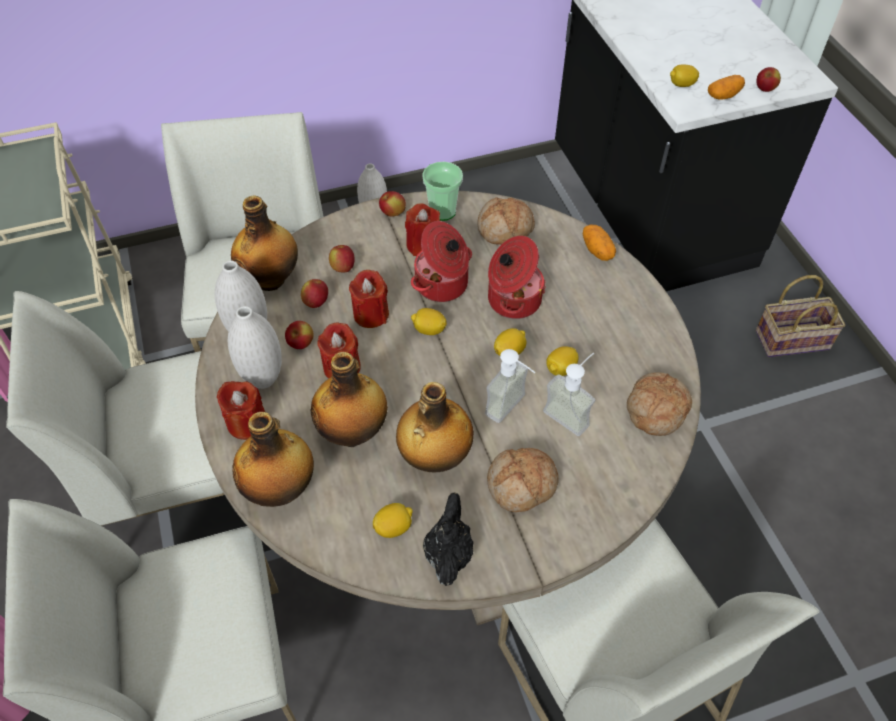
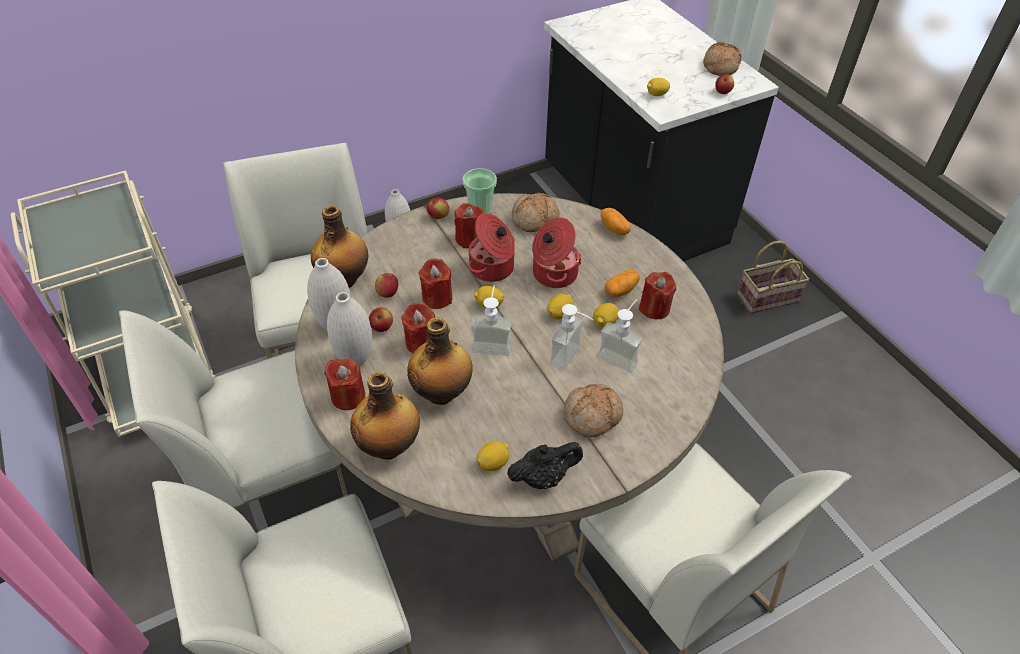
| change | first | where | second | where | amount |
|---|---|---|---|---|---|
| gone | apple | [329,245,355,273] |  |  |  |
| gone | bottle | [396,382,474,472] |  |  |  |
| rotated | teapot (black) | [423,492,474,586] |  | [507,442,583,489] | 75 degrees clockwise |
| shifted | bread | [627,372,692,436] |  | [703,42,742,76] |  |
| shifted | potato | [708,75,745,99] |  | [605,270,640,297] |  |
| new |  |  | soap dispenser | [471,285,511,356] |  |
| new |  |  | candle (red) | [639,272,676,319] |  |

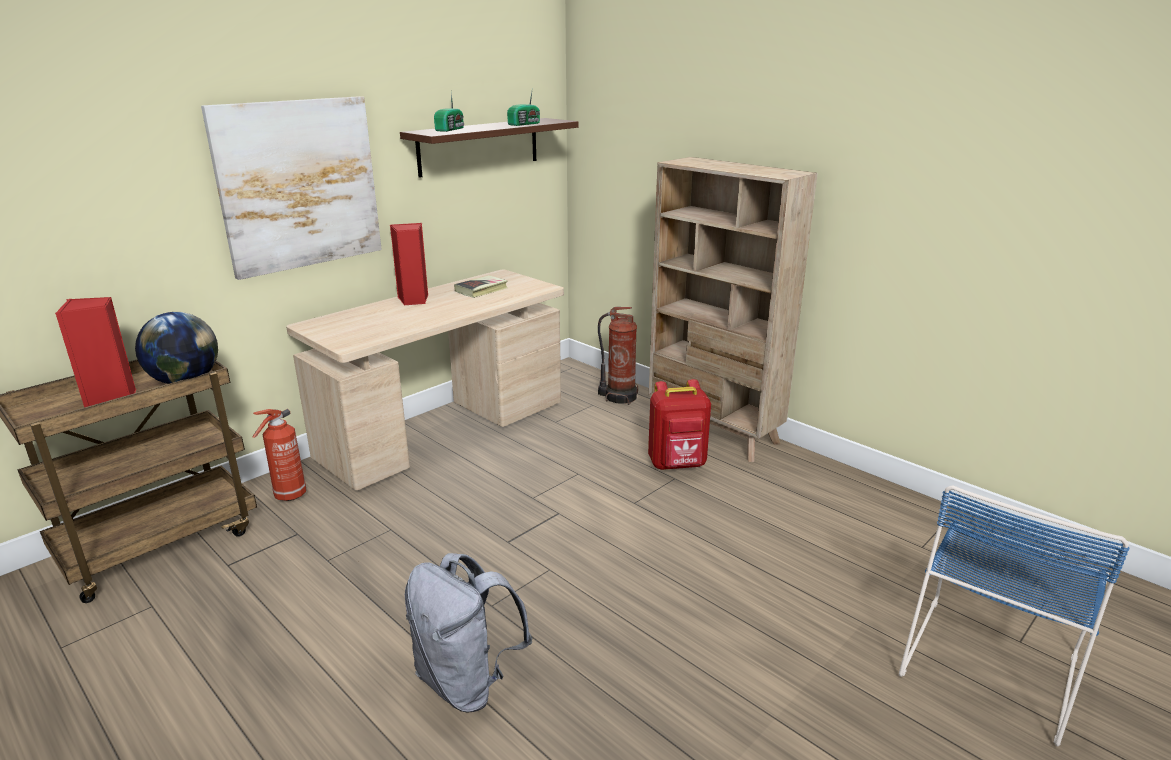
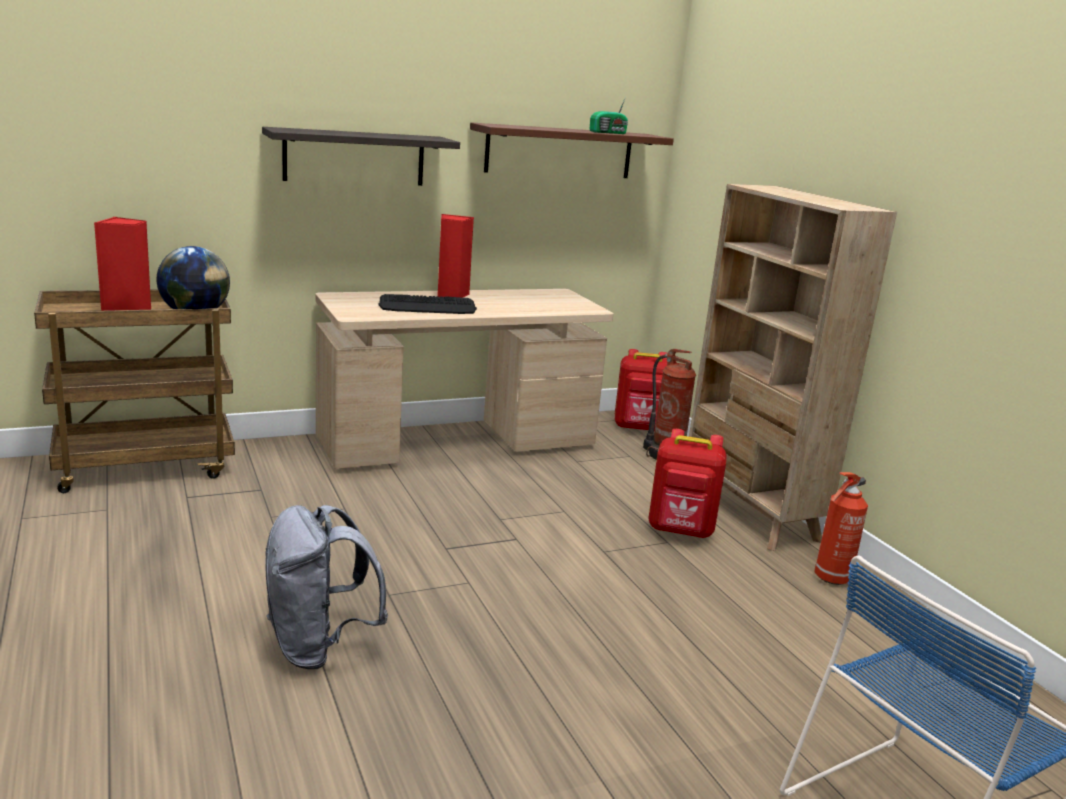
| change | first | where | second | where | amount |
|---|---|---|---|---|---|
| swapped | picture | [201,96,382,280] | shelf | [262,127,460,186] |  |
| shifted | fire extinguisher | [253,409,306,501] |  | [814,472,868,585] |  |
| gone | radio | [434,91,464,132] |  |  |  |
| gone | book | [454,275,508,298] |  |  |  |
| new |  |  | keyboard | [378,294,477,314] |  |
| new |  |  | backpack (red) | [615,349,667,431] |  |

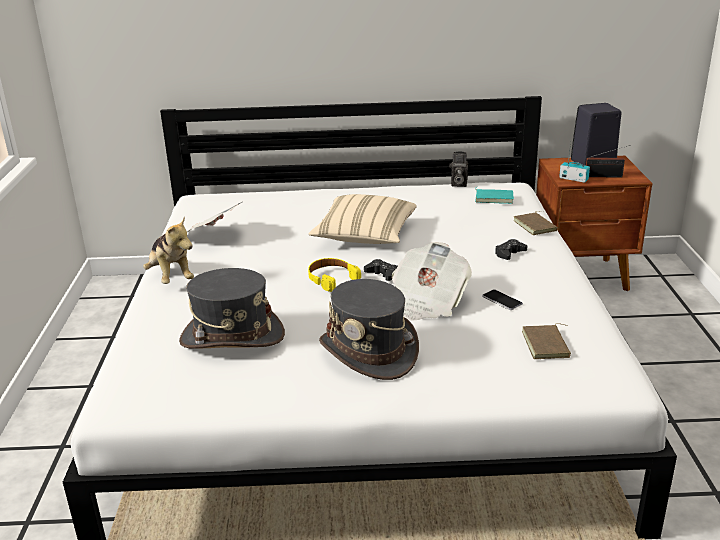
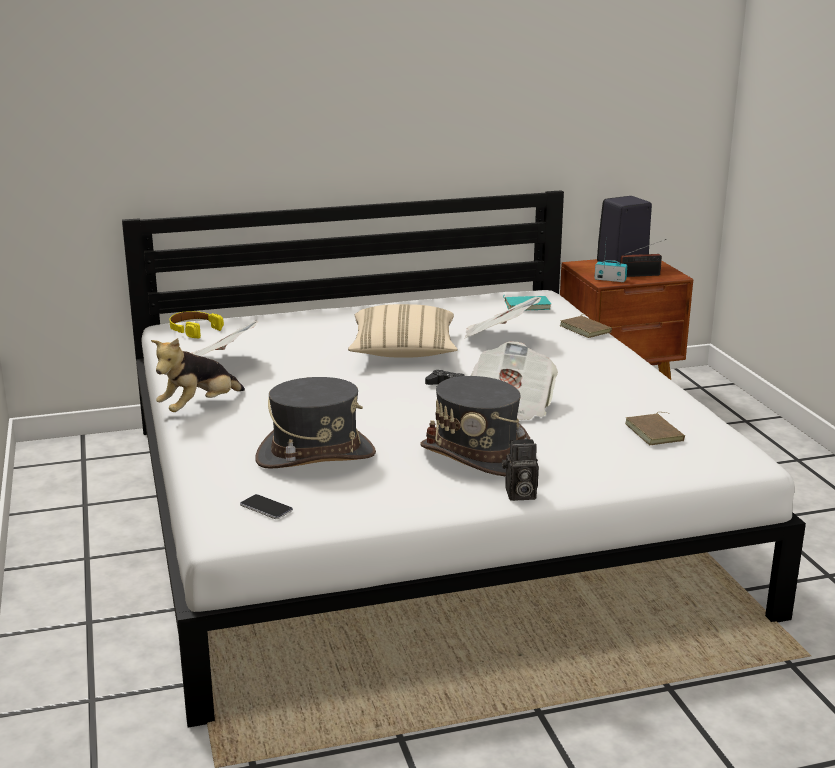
| change | first | where | second | where | amount |
|---|---|---|---|---|---|
| rotated | plush toy | [143,216,194,284] |  | [151,338,245,412] | 90 degrees clockwise |
| shifted | headphones (yellow) | [308,258,361,292] |  | [169,311,224,338] |  |
| shifted | photo camera | [449,151,468,187] |  | [502,439,539,501] |  |
| shifted | phone | [482,290,523,310] |  | [240,494,293,519] |  |
| gone | game controller (black) | [495,239,527,260] |  |  |  |
| new |  |  | newspaper | [465,296,541,338] |  |

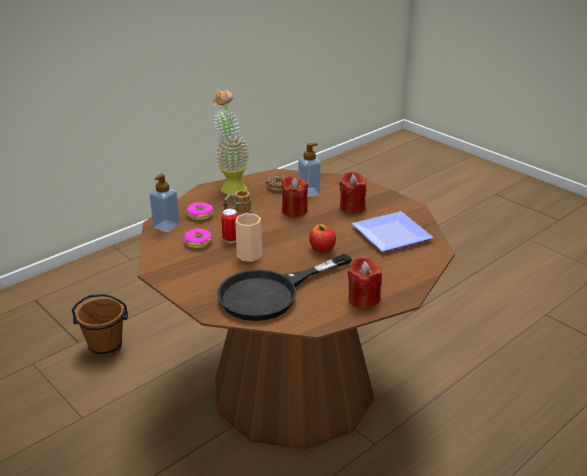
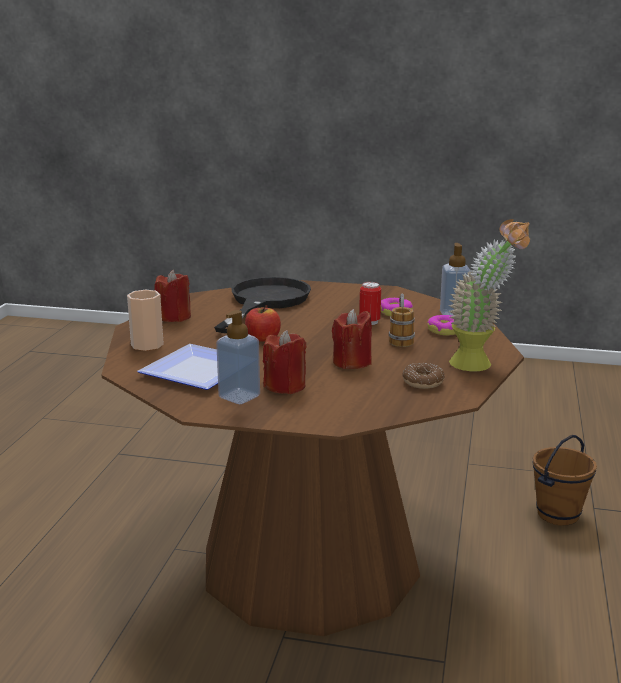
| change | first | where | second | where | amount |
|---|---|---|---|---|---|
| shifted | cup | [235,213,262,262] |  | [127,290,164,351] |  |
| shifted | soap dispenser | [298,143,321,197] |  | [216,310,260,404] |  |

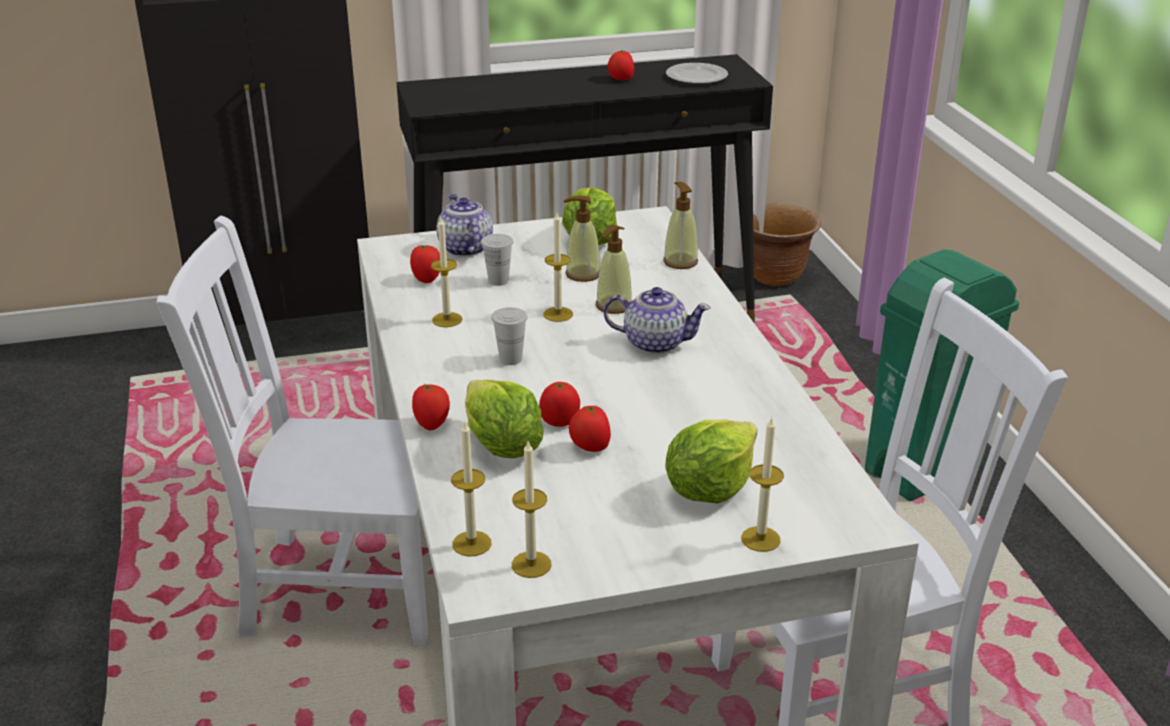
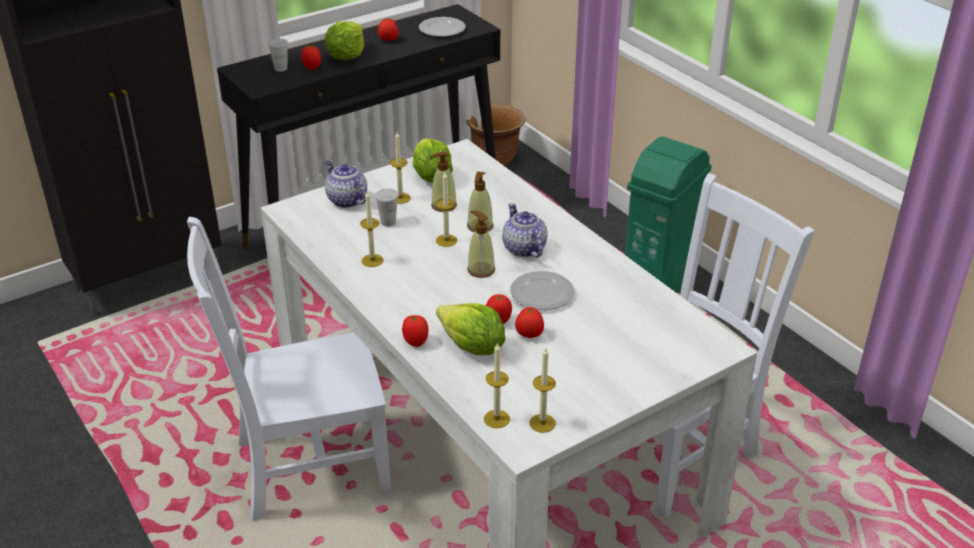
| change | first | where | second | where | amount |
|---|---|---|---|---|---|
| shifted | tomato | [410,245,440,283] |  | [301,45,321,70] |  |
| shifted | cup (white) | [491,307,528,365] |  | [268,39,288,72] |  |
| rotated | teapot | [604,287,711,354] |  | [502,203,547,258] | 105 degrees counterclockwise |
| shifted | soap dispenser | [663,182,698,269] |  | [467,210,495,278] |  |
| shifted | lettuce | [665,419,757,504] |  | [324,22,364,60] |  |
| shifted | candle | [741,416,784,552] |  | [390,132,411,204] |  |
| new |  |  | plate | [510,271,574,310] |  |

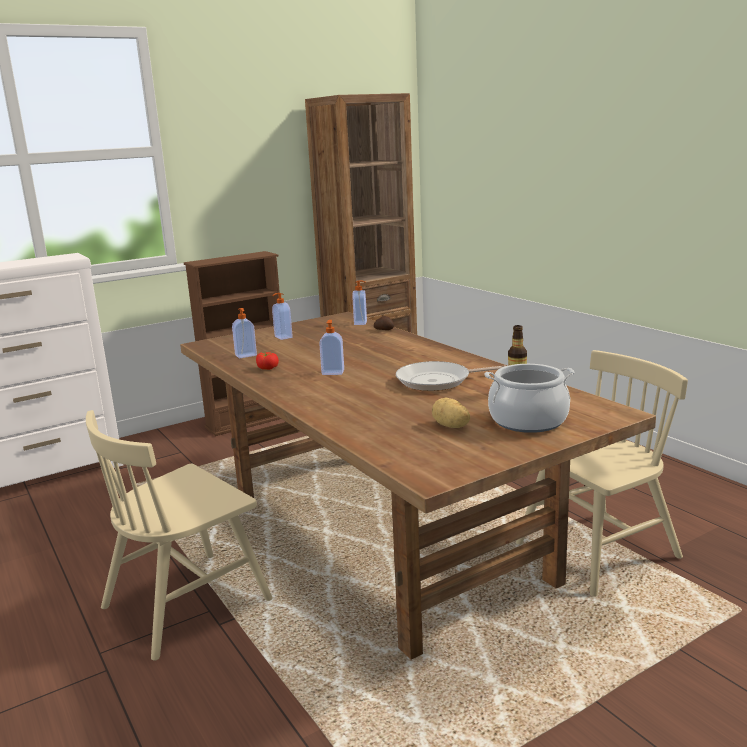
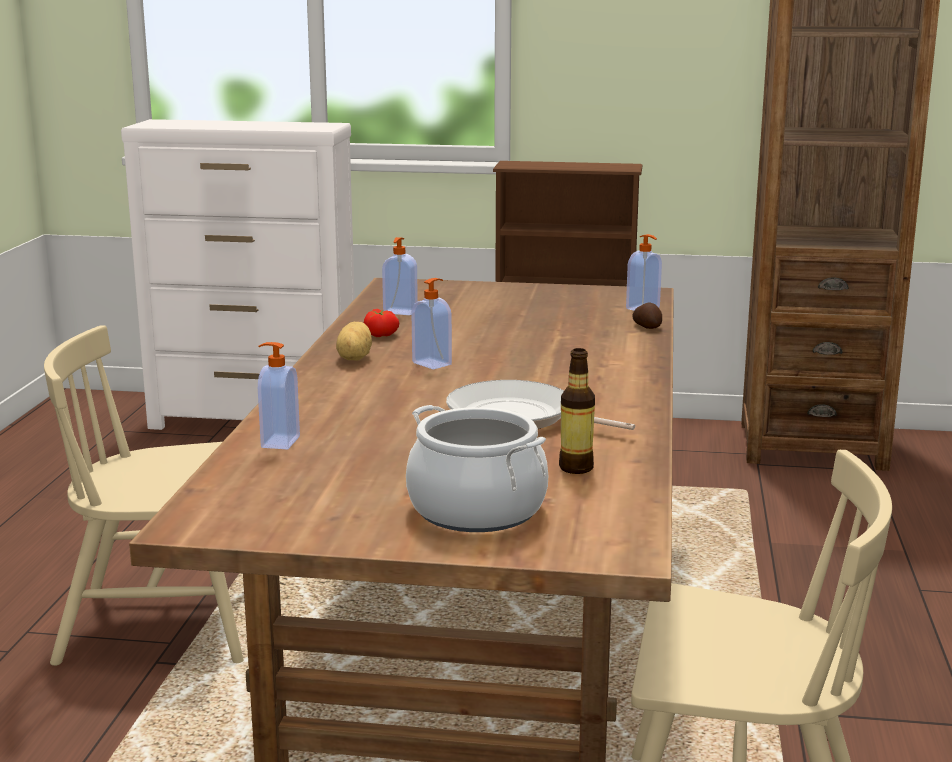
| change | first | where | second | where | amount |
|---|---|---|---|---|---|
| shifted | soap dispenser | [272,293,293,340] |  | [258,342,300,450] |  |
| shifted | potato | [432,398,470,428] |  | [336,322,372,360] |  |

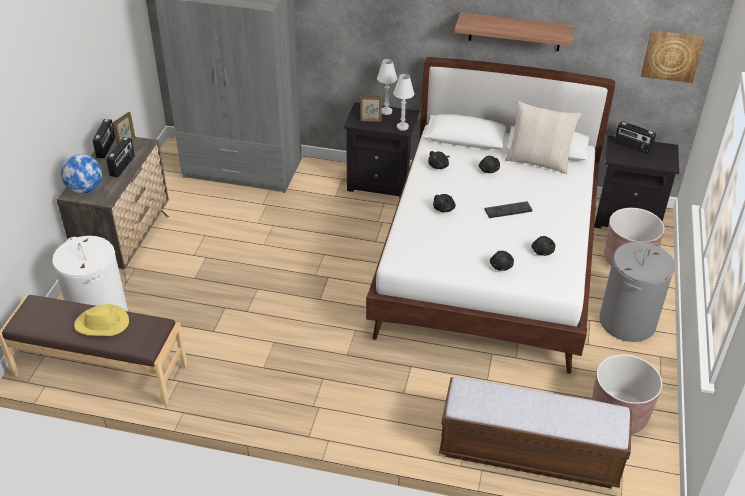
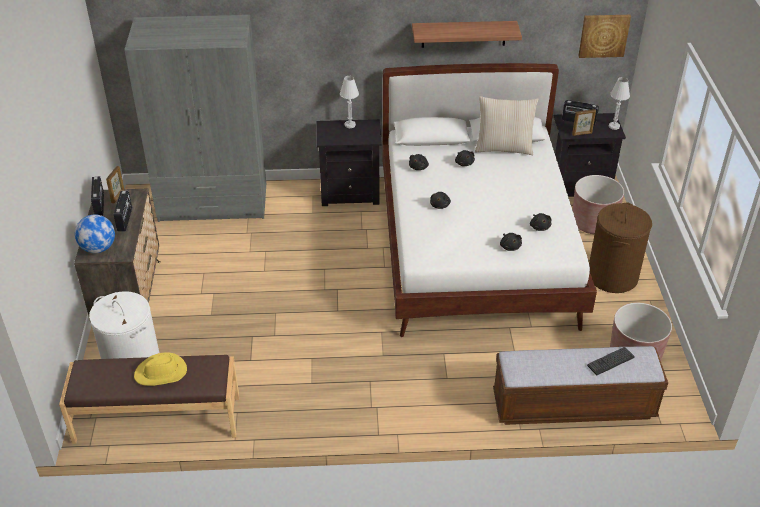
| change | first | where | second | where | amount |
|---|---|---|---|---|---|
| shifted | picture frame | [360,95,382,122] |  | [572,109,596,136] |  |
| shifted | table lamp (white) | [394,74,414,131] |  | [609,77,630,130] |  |
| shifted | keyboard | [485,201,533,218] |  | [587,347,635,375] |  |
| repainted | laundry basket (grey) | [599,242,675,342] | laundry basket (brown) | [589,203,652,293] |  |

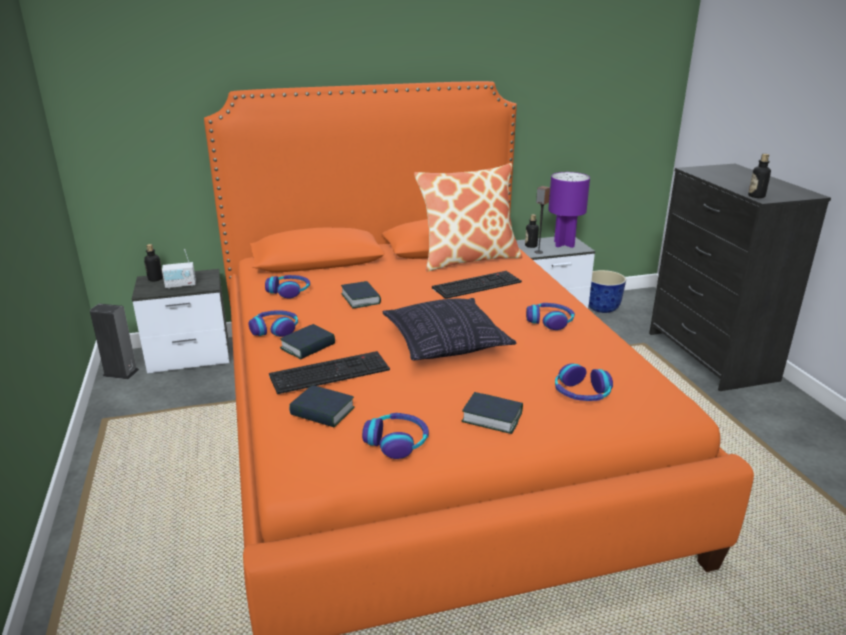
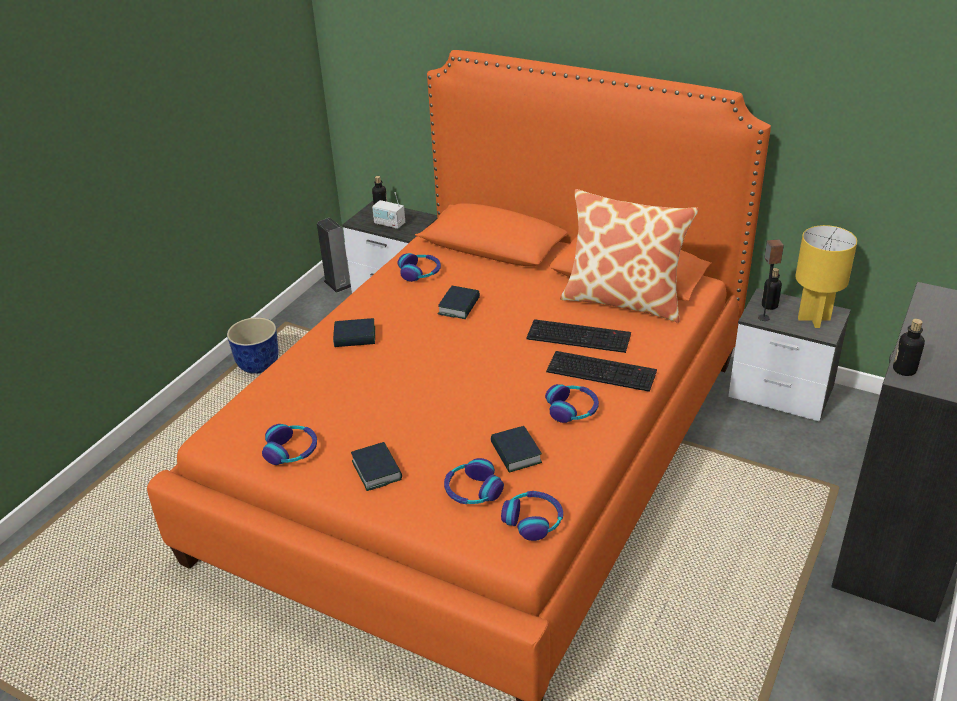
| change | first | where | second | where | amount |
|---|---|---|---|---|---|
| shifted | headphones | [248,310,298,337] |  | [501,491,563,541] |  |
| shifted | keyboard | [269,351,390,394] |  | [546,351,657,392] |  |
| shifted | book | [289,385,355,428] |  | [491,426,542,473] |  |
| gone | pillow | [382,298,517,360] |  |  |  |
| repainted | table lamp (purple) | [548,172,590,248] | table lamp (yellow) | [795,225,857,328] |  |
| shifted | planter | [589,270,626,313] |  | [227,317,279,374] |  |

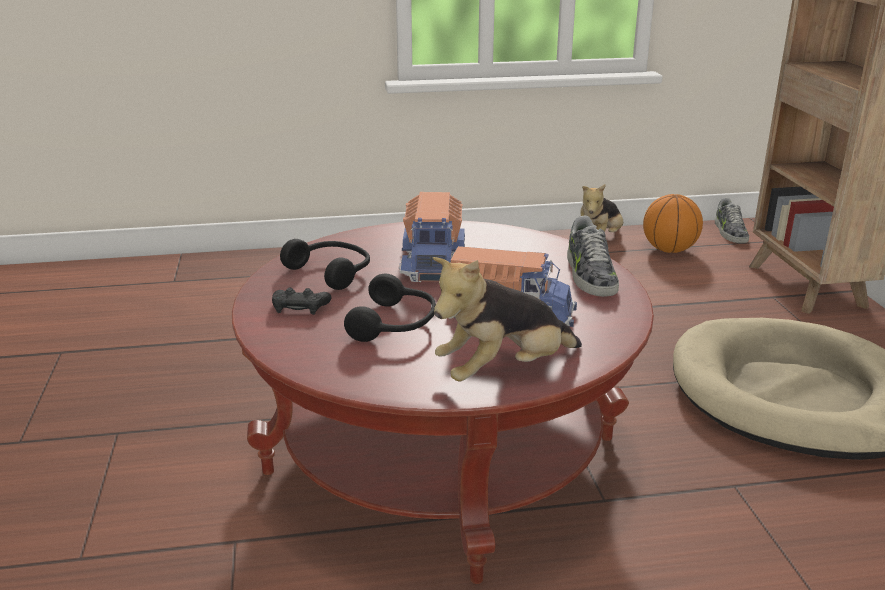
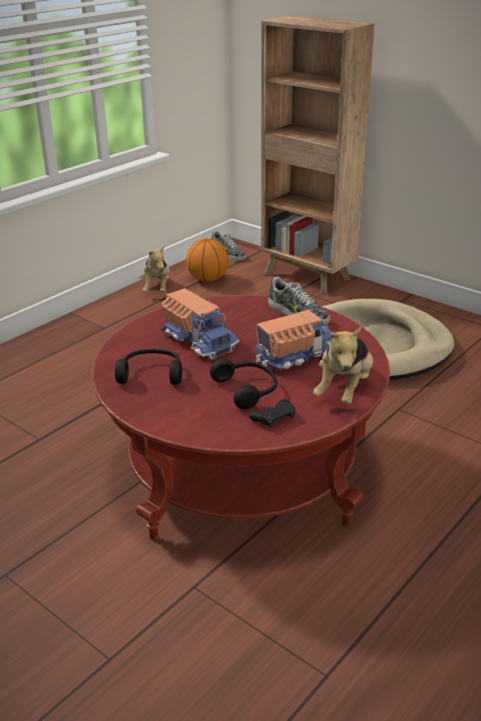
| change | first | where | second | where | amount |
|---|---|---|---|---|---|
| shifted | game controller (black) | [272,287,331,315] |  | [249,399,295,428] |  |

